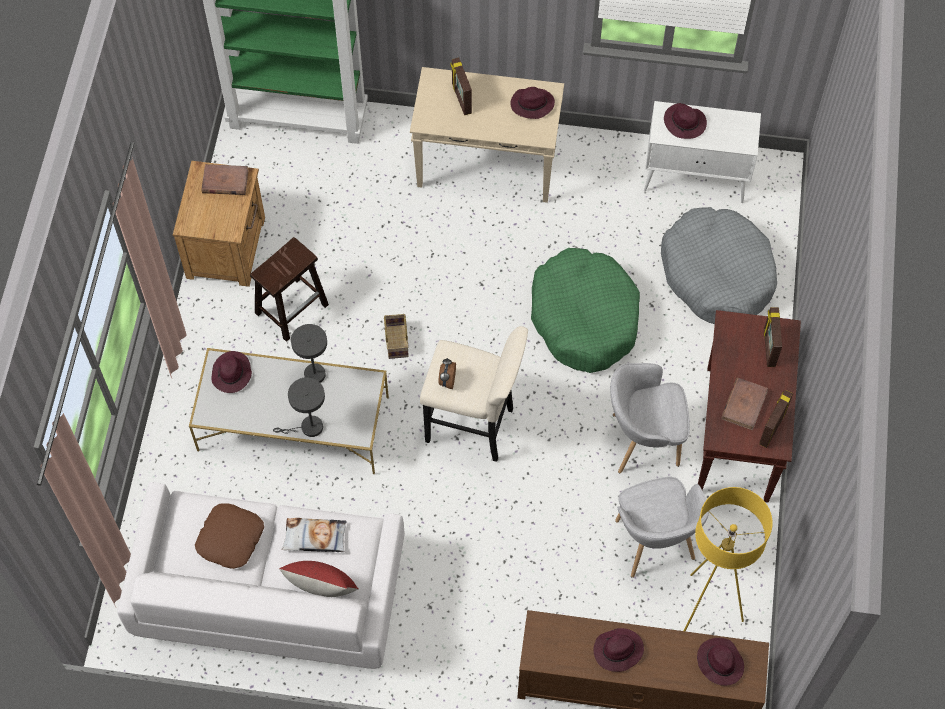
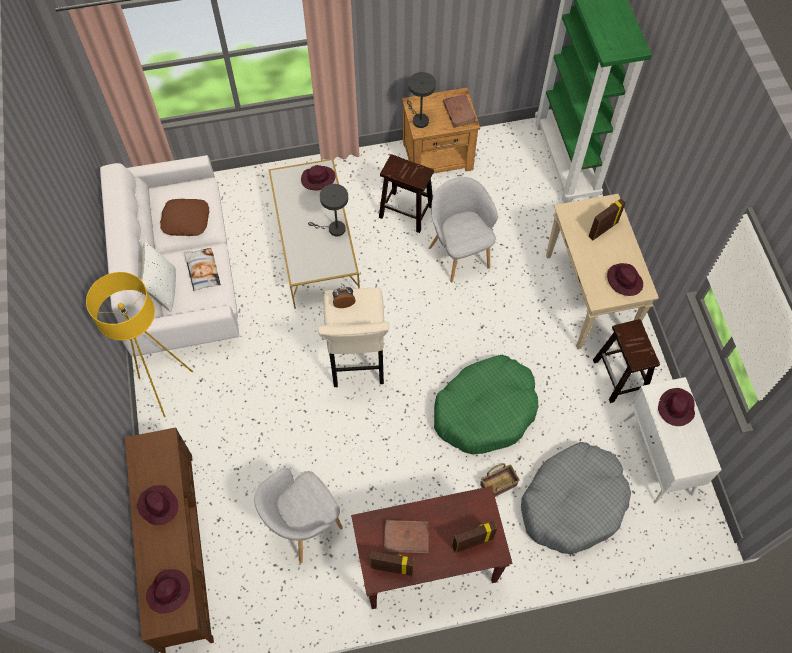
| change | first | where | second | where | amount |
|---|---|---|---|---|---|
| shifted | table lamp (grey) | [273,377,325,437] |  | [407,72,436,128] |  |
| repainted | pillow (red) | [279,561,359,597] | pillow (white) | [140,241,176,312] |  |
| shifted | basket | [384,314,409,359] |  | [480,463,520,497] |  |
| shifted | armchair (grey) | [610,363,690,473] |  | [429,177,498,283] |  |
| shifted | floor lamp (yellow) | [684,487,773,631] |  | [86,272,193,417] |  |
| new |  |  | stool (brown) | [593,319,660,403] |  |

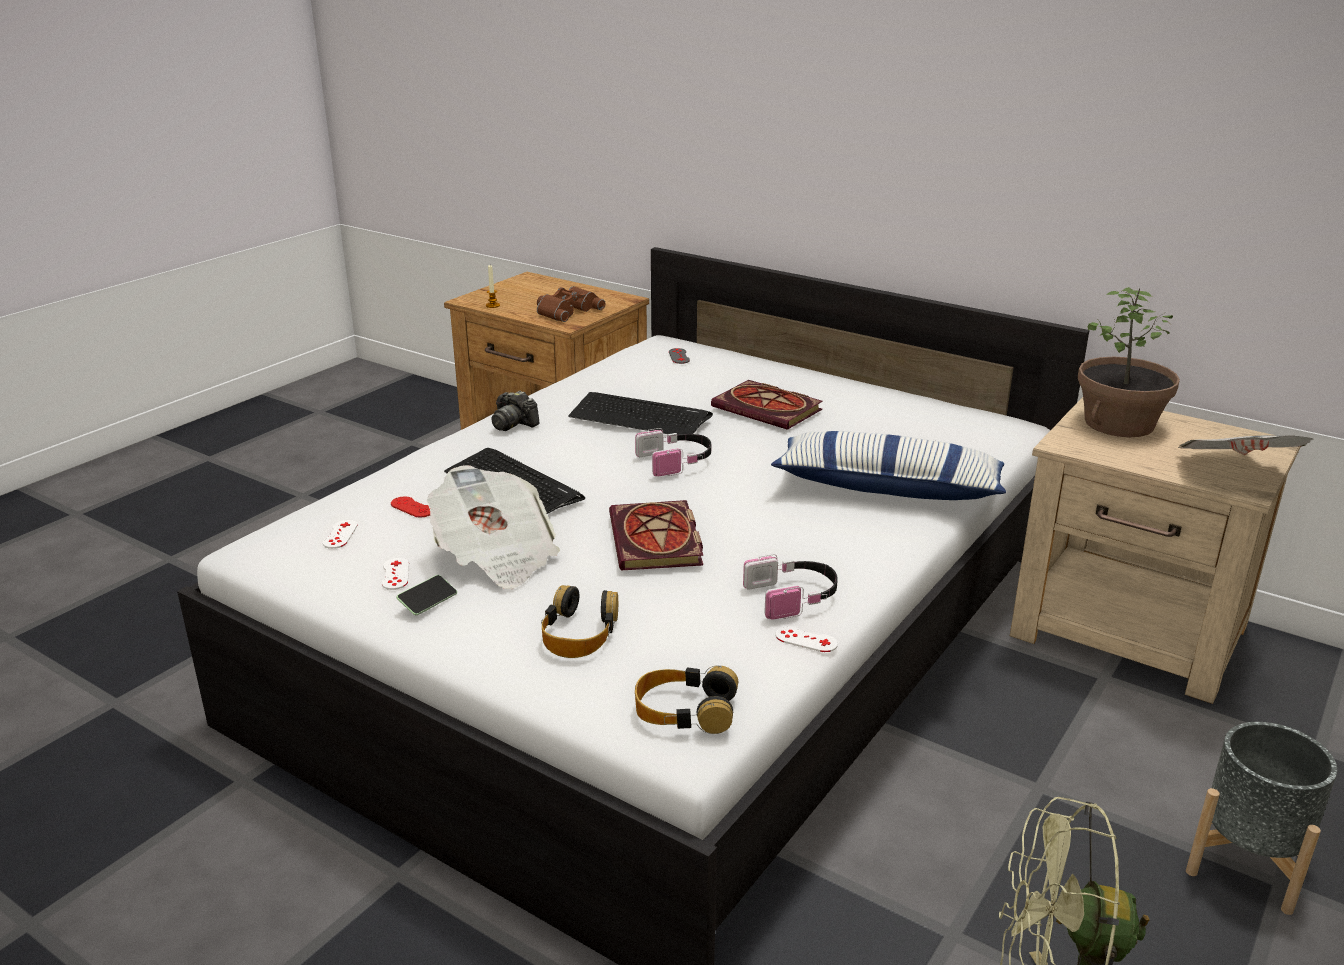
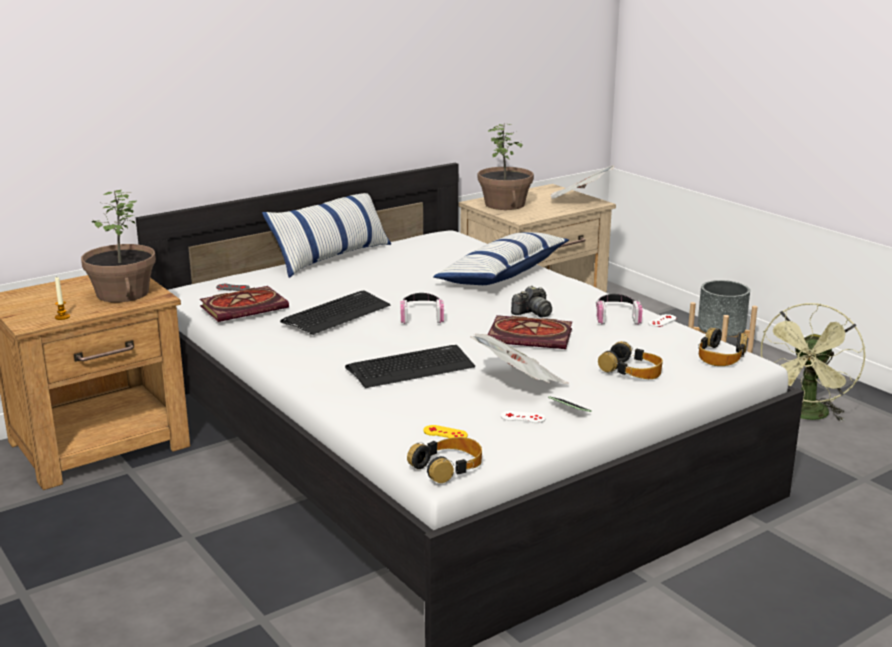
| change | first | where | second | where | amount |
|---|---|---|---|---|---|
| repainted | game controller (white) | [323,520,357,549] | game controller (yellow) | [423,425,468,438] |  |
| gone | game controller (red) | [391,497,430,517] |  |  |  |
| shifted | photo camera | [491,391,540,431] |  | [511,286,552,318] |  |
| swapped | binoculars (brown) | [537,286,605,322] | potted plant | [81,190,156,302] |  |
| shifted | book | [711,380,823,430] |  | [200,286,289,322] |  |
| new |  |  | pillow | [262,193,391,278] |  |
| new |  |  | headphones | [407,437,482,483] |  |

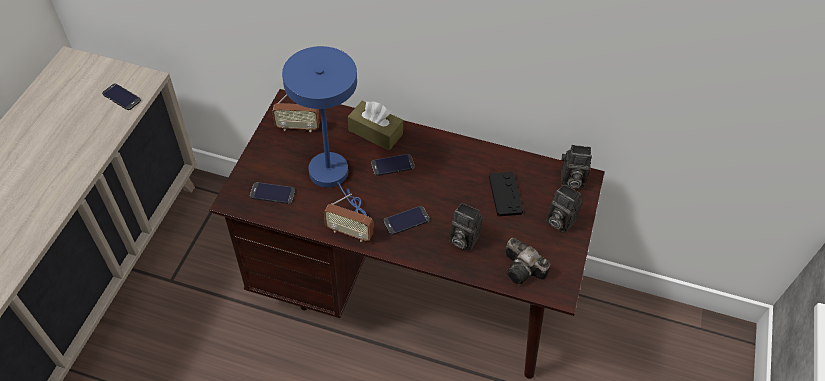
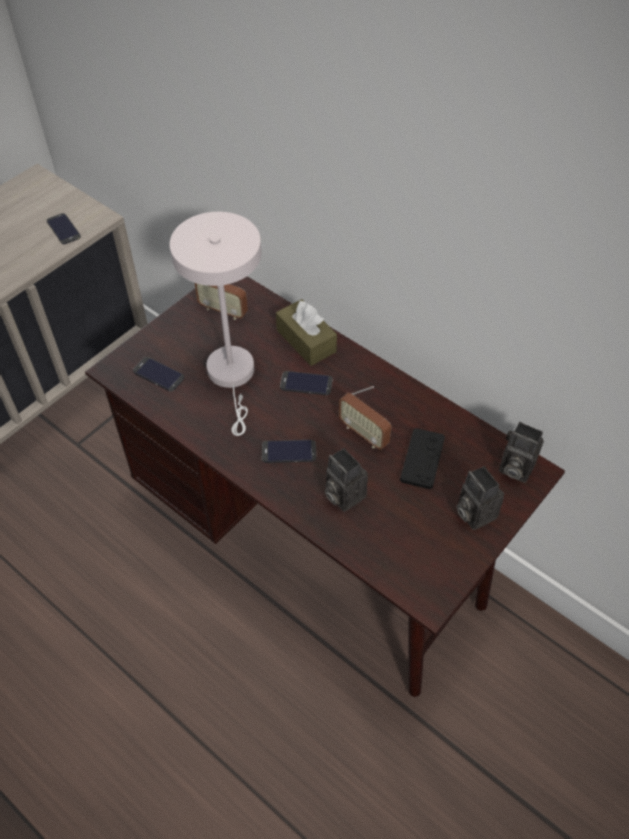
| change | first | where | second | where | amount |
|---|---|---|---|---|---|
| repainted | table lamp (blue) | [282,46,367,216] | table lamp (white) | [170,212,262,436] |  |
| shifted | radio | [324,194,373,242] |  | [339,386,391,450] |  |
| gone | photo camera | [505,238,550,284] |  |  |  |

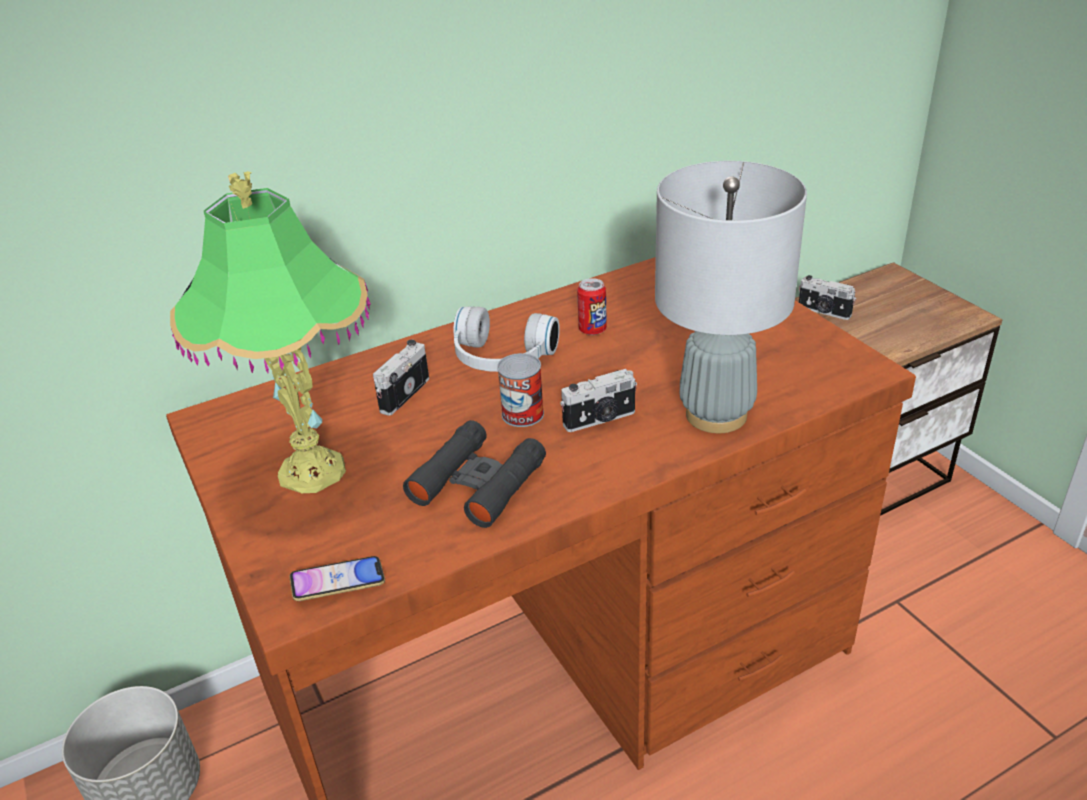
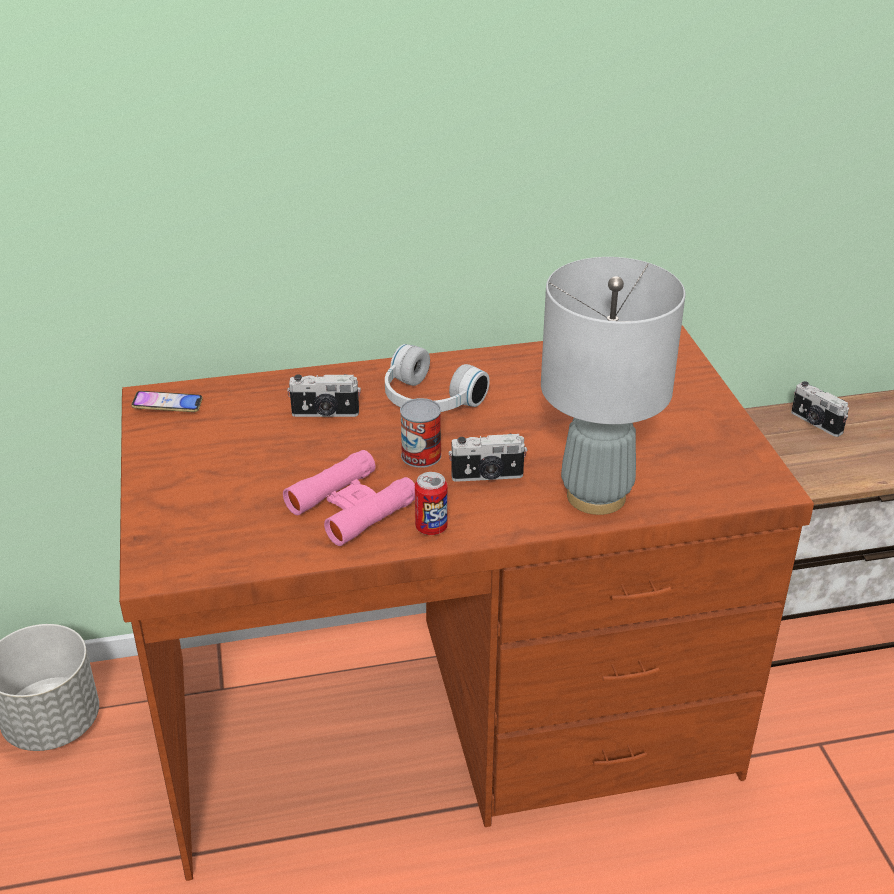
| change | first | where | second | where | amount |
|---|---|---|---|---|---|
| gone | table lamp | [170,171,371,493] |  |  |  |
| shifted | phone | [290,556,385,601] |  | [131,391,203,412] |  |
| rotated | photo camera | [373,340,429,416] |  | [287,374,361,417] | 135 degrees counterclockwise |
| repainted | binoculars (black) | [403,420,546,528] | binoculars (pink) | [283,450,415,546] |  |
| shifted | can | [577,278,607,335] |  | [415,472,448,535] |  |

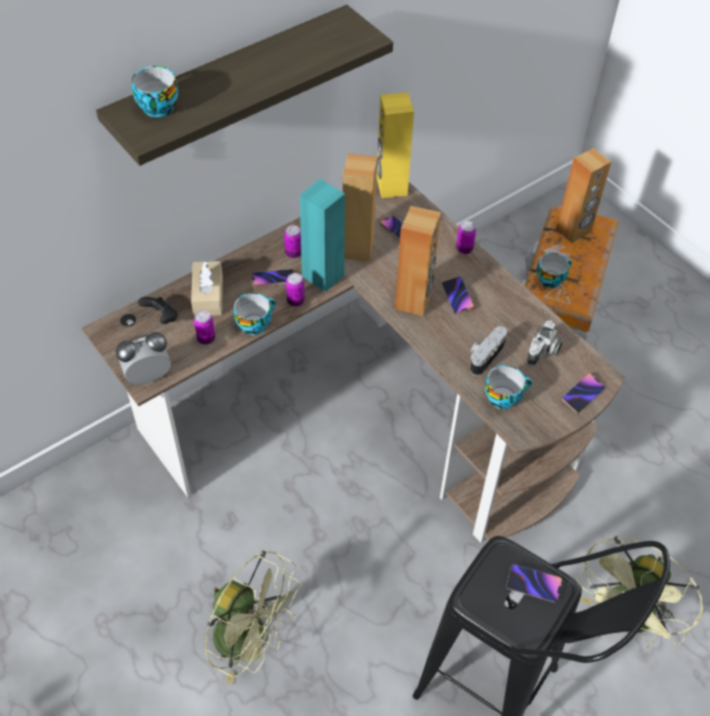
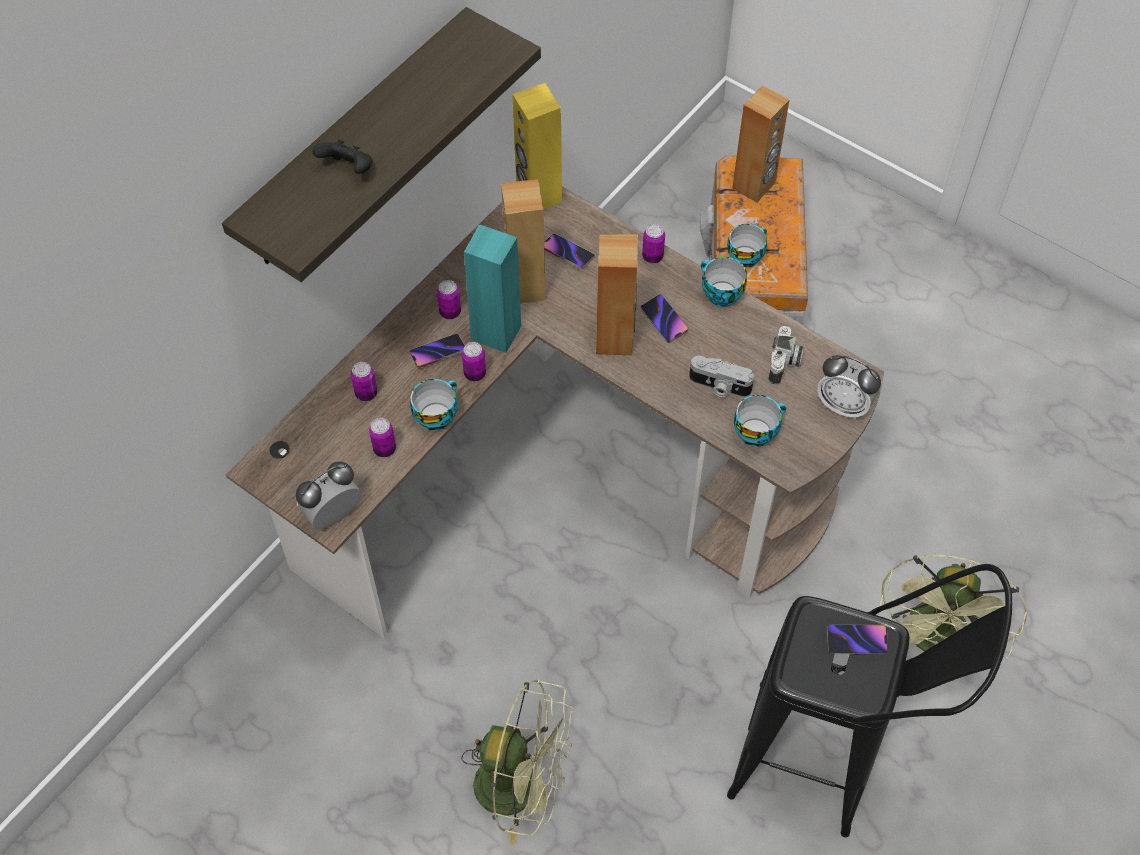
| change | first | where | second | where | amount |
|---|---|---|---|---|---|
| shifted | cup | [132,66,178,117] |  | [701,257,747,307] |  |
| shifted | game controller (black) | [138,297,178,324] |  | [313,140,373,174] |  |
| swapped | tissue box (beige) | [191,261,223,316] | can | [351,362,377,401] |  |
| rotated | photo camera | [470,326,507,376] |  | [689,356,754,397] | 90 degrees counterclockwise |
| swapped | phone | [562,373,605,414] | alarm clock | [817,355,881,419] |  |

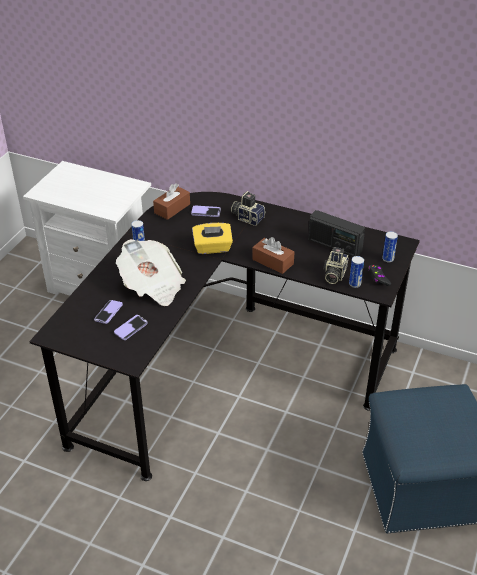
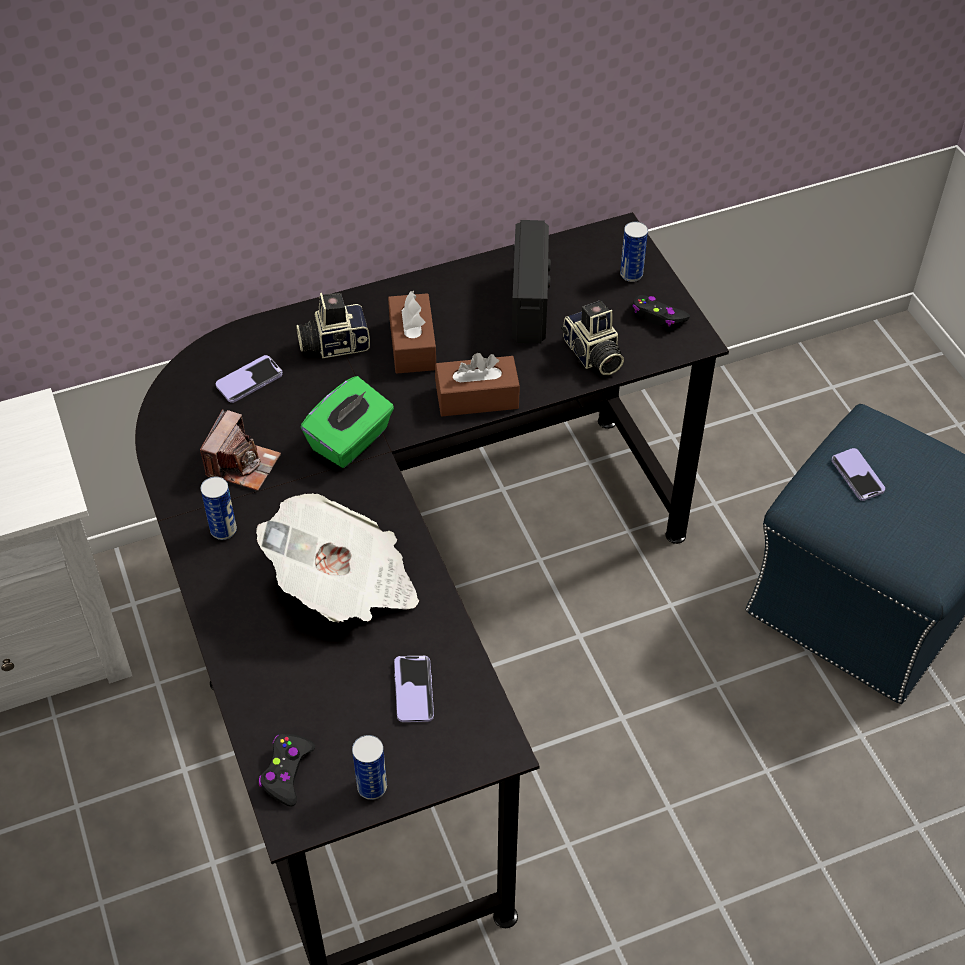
| change | first | where | second | where | amount |
|---|---|---|---|---|---|
| shifted | phone | [94,300,123,324] |  | [832,448,885,501] |  |
| shifted | tissue box (brown) | [153,183,190,220] |  | [388,291,436,374] |  |
| repainted | tissue box (yellow) | [192,223,233,254] | tissue box (green) | [301,376,394,468] |  |
| rotated | radio | [308,210,365,257] |  | [512,220,551,344] | 75 degrees counterclockwise |
| shifted | can | [349,256,364,288] |  | [352,735,387,800] |  |
| new |  |  | photo camera | [200,410,281,491] |  |
| new |  |  | game controller (black) | [259,734,315,806] |  |

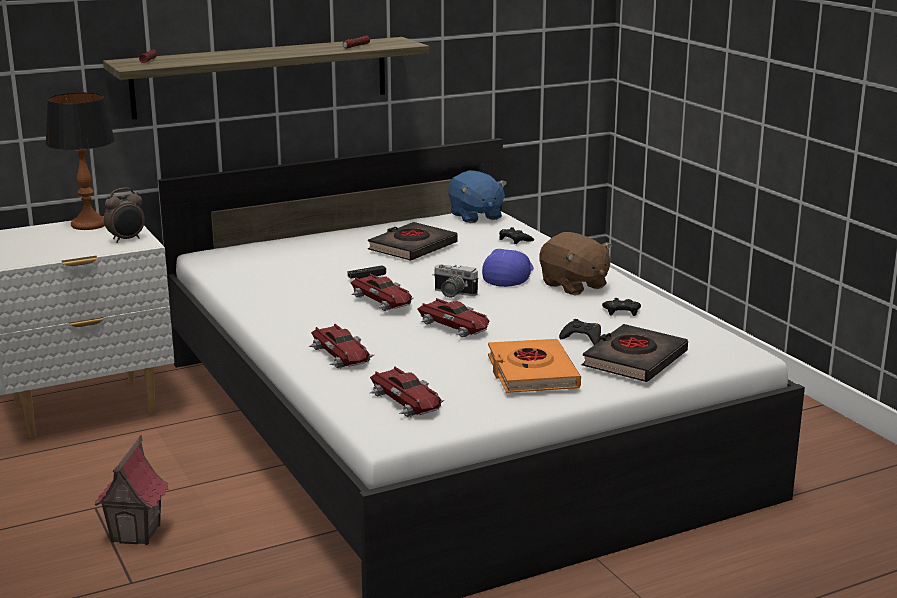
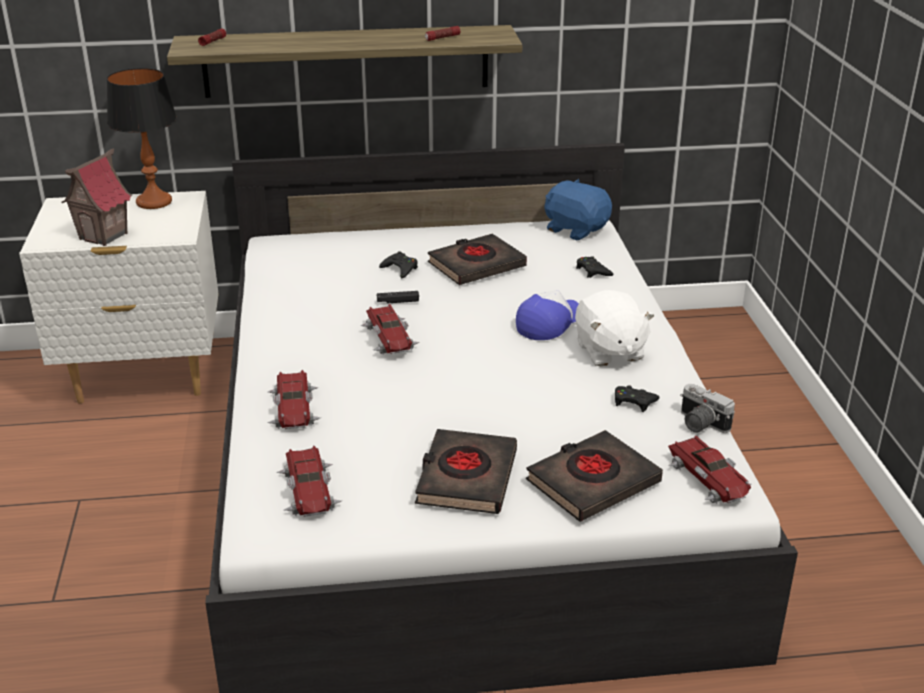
| change | first | where | second | where | amount |
|---|---|---|---|---|---|
| shifted | toy house | [94,435,169,545] |  | [61,148,133,246] |  |
| gone | alarm clock | [104,188,145,243] |  |  |  |
| shifted | toy car | [418,298,489,338] |  | [668,435,752,504] |  |
| shifted | photo camera | [432,265,478,298] |  | [680,384,735,433] |  |
| rotated | plush toy (blue) | [448,170,507,223] |  | [544,179,612,241] | 135 degrees clockwise |
| repainted | book (orange) | [488,339,581,393] | book (black) | [415,429,517,514] |  |
| repainted | plush toy (brown) | [539,232,612,295] | plush toy (white) | [575,290,655,366] |  |
| shifted | game controller (black) | [559,319,601,345] |  | [379,251,418,278] |  |

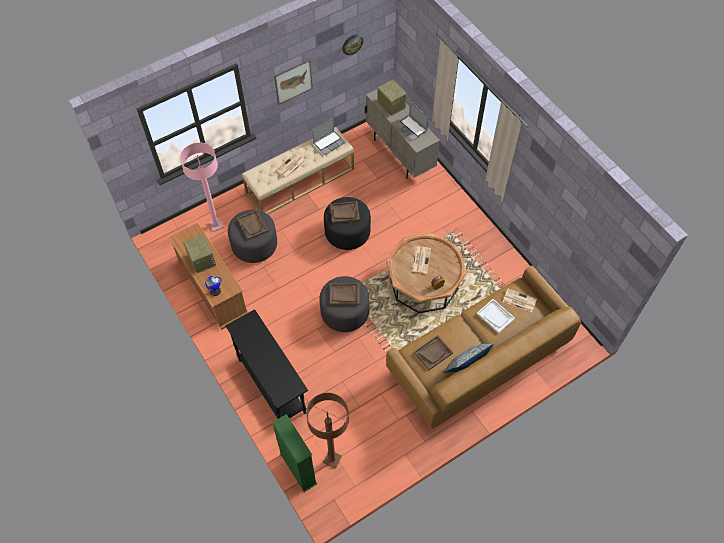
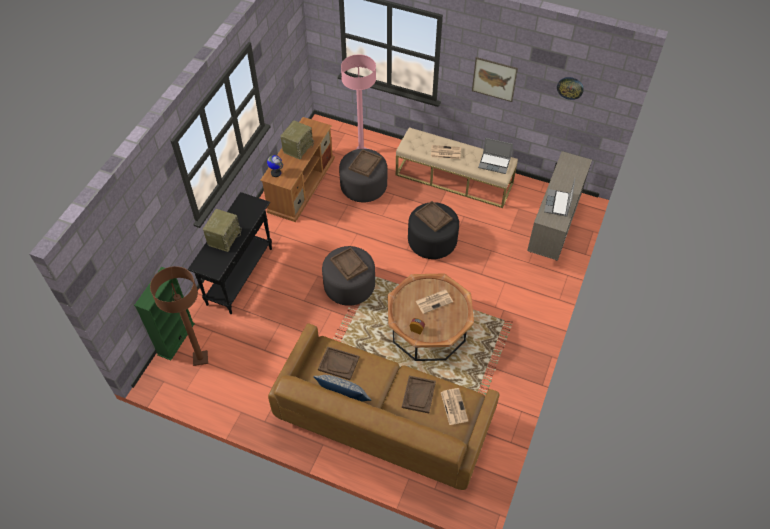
| change | first | where | second | where | amount |
|---|---|---|---|---|---|
| shifted | radio | [377,80,407,116] |  | [203,209,242,252] |  |
| repainted | tray (white) | [477,299,515,334] | tray (brown) | [402,376,436,413] |  |

